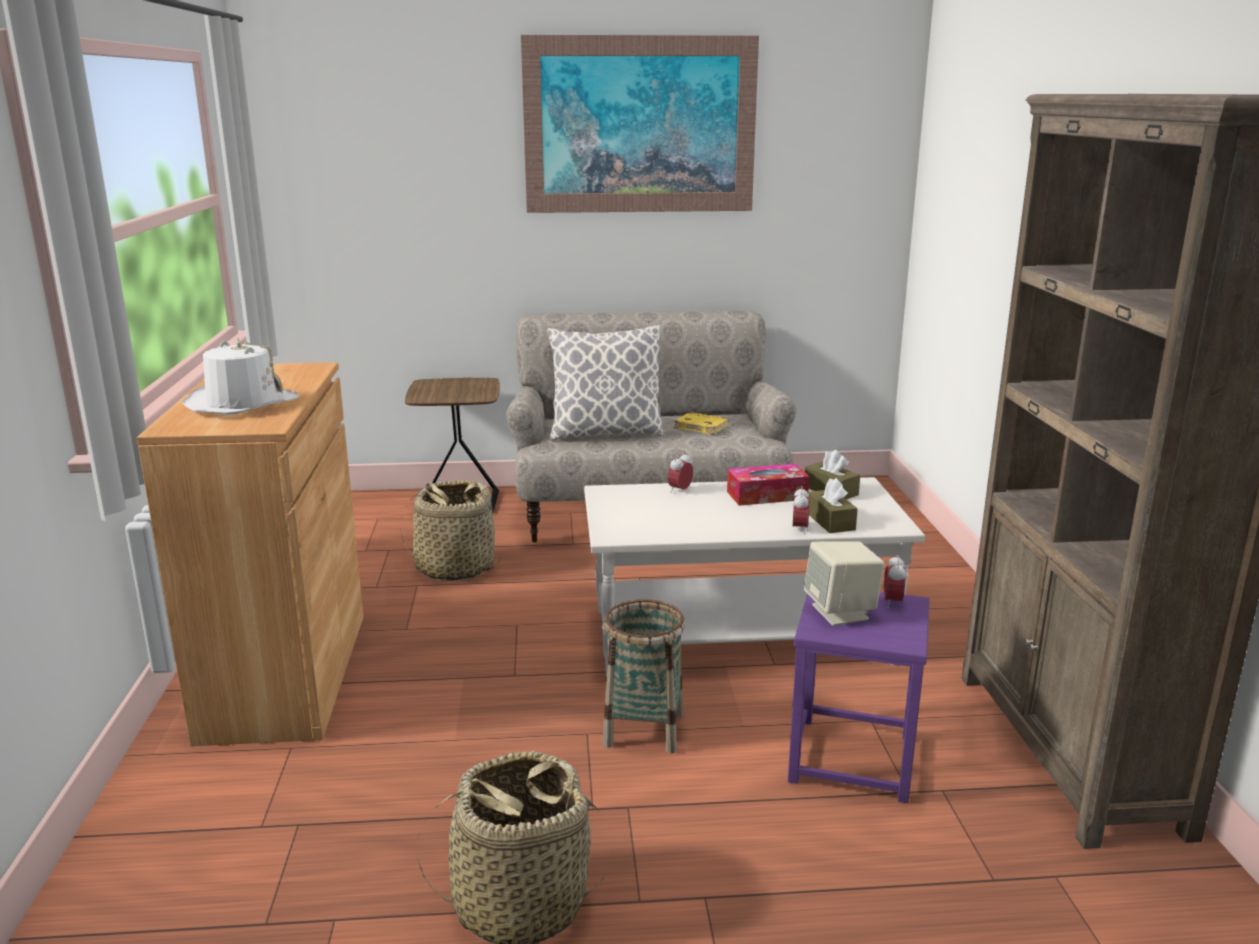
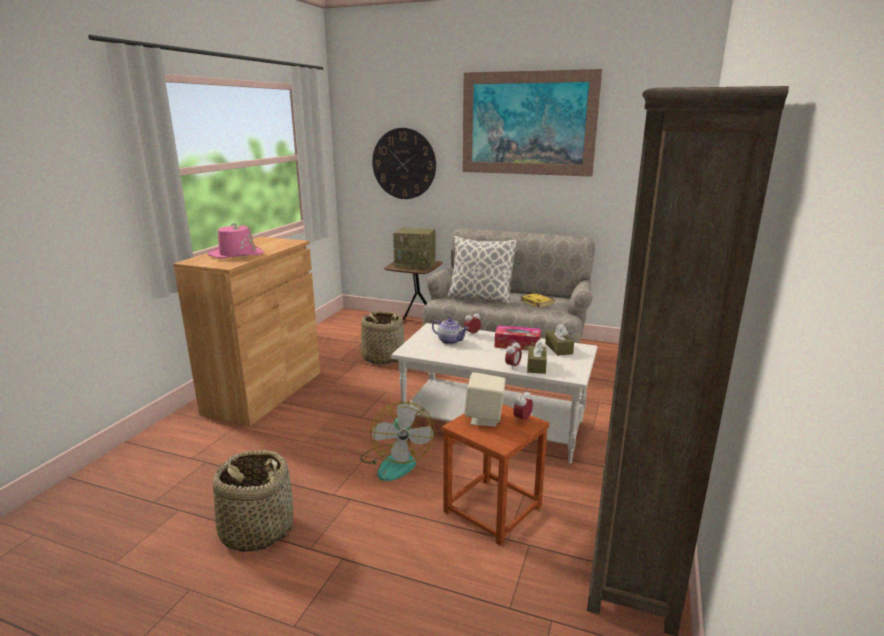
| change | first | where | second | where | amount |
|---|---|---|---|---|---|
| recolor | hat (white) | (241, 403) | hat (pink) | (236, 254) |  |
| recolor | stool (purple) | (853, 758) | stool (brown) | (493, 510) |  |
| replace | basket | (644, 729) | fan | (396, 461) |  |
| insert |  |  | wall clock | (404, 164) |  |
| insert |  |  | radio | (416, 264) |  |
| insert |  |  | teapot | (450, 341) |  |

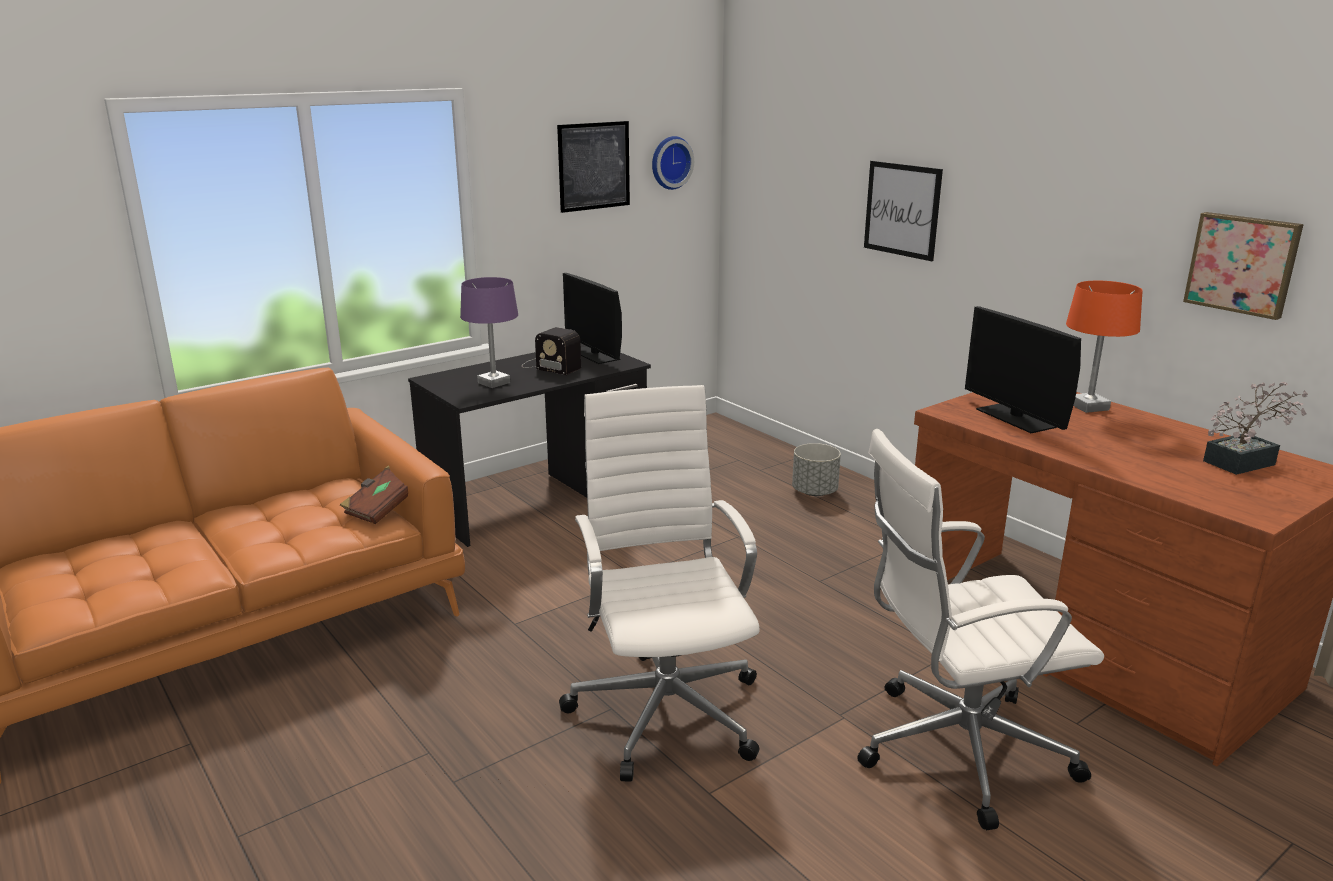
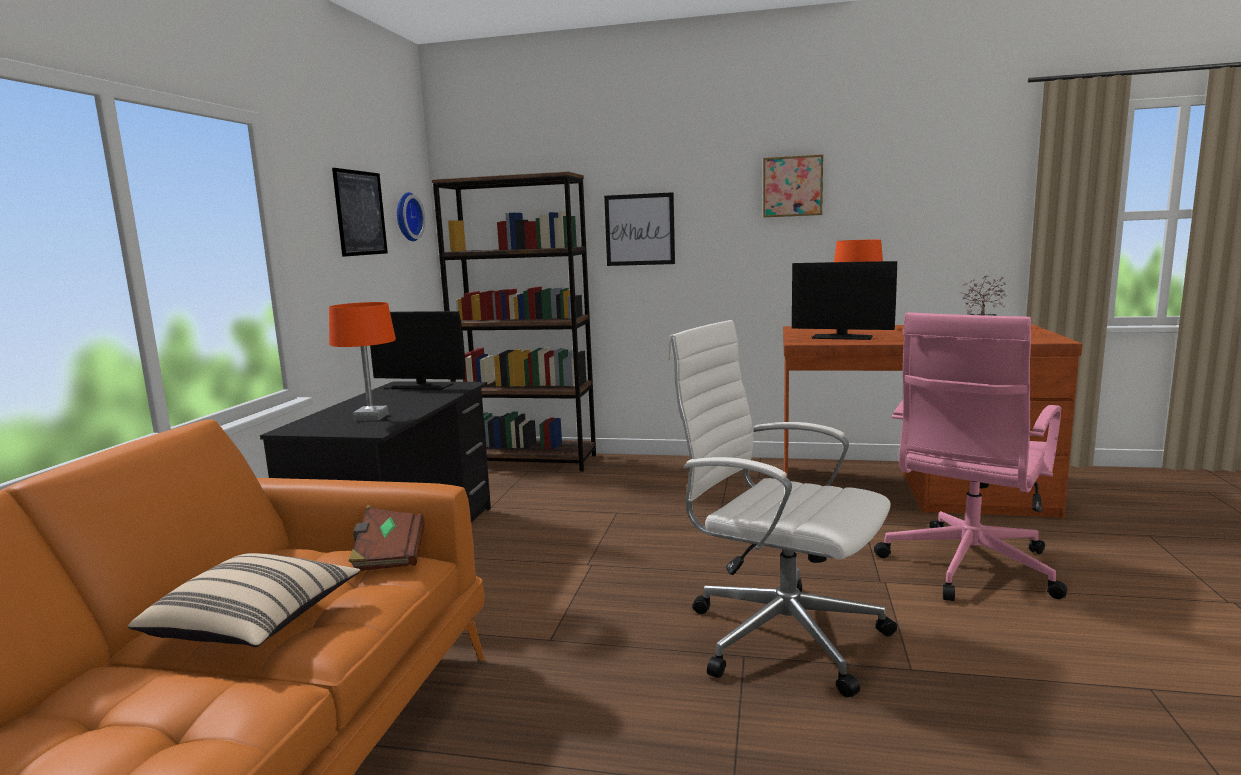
| change | first | where | second | where | amount |
|---|---|---|---|---|---|
| move | picture | (1243, 264) |  | (792, 186) |  |
| recolor | table lamp (purple) | (494, 383) | table lamp (orange) | (372, 417) |  |
| delete | radio | (549, 366) |  |  |  |
| recolor | office chair (white) | (956, 750) | office chair (pink) | (967, 568) |  |
| delete | planter (grey) | (815, 492) |  |  |  |
| insert |  |  | bookcase (brown) | (528, 461) |  |
| insert |  |  | pillow (beige) | (255, 626) |  |

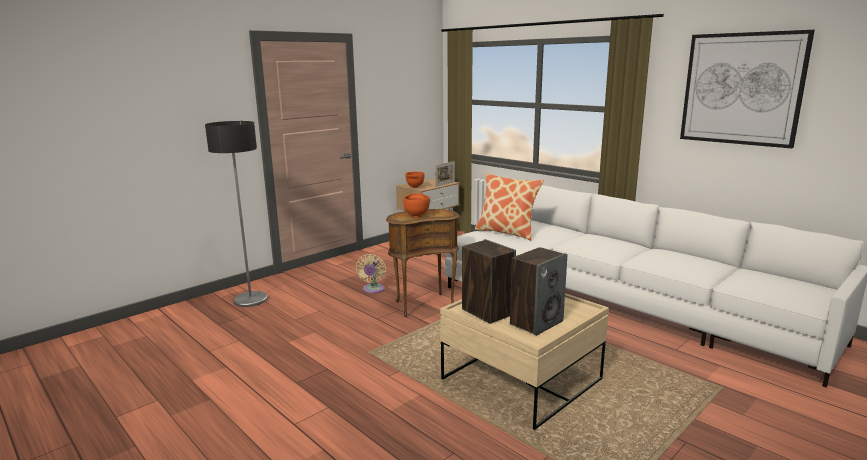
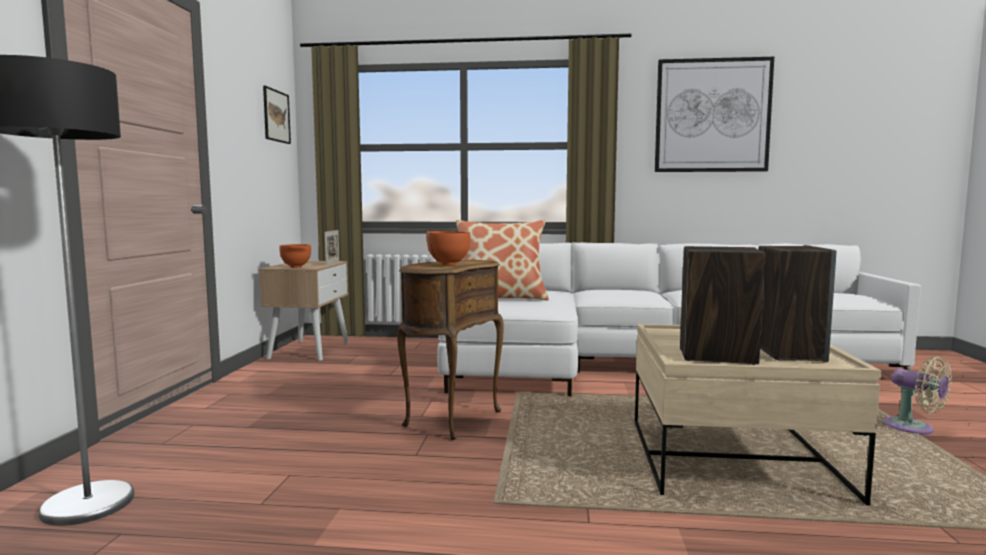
| change | first | where | second | where | amount |
|---|---|---|---|---|---|
| move | fan (beige) | (373, 290) |  | (913, 428) |  |
| insert |  |  | picture | (276, 116) |  |

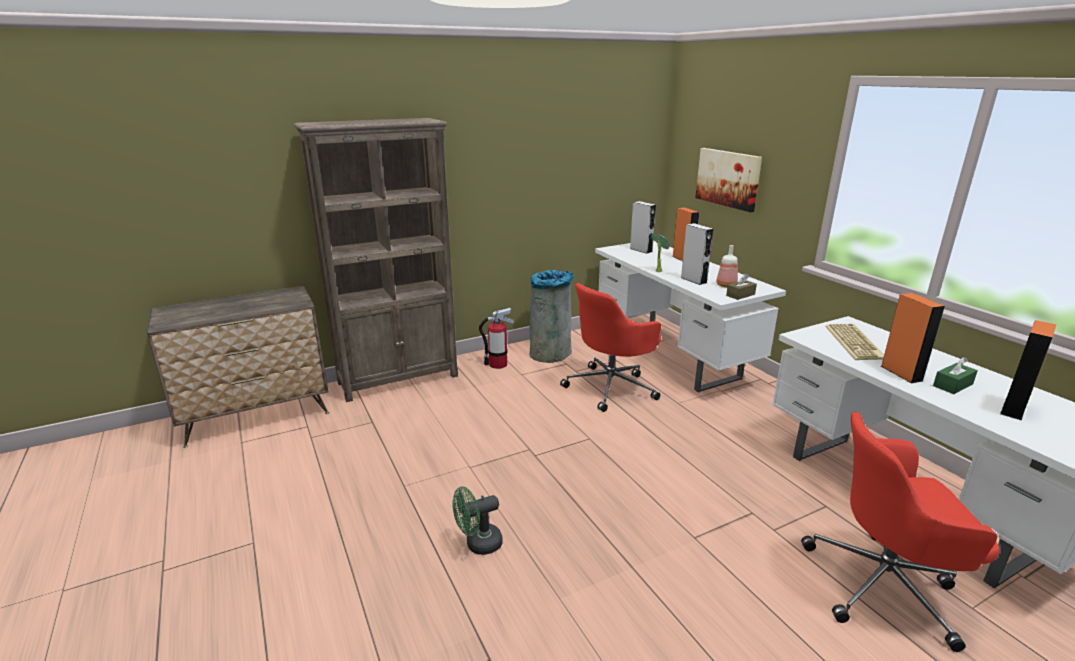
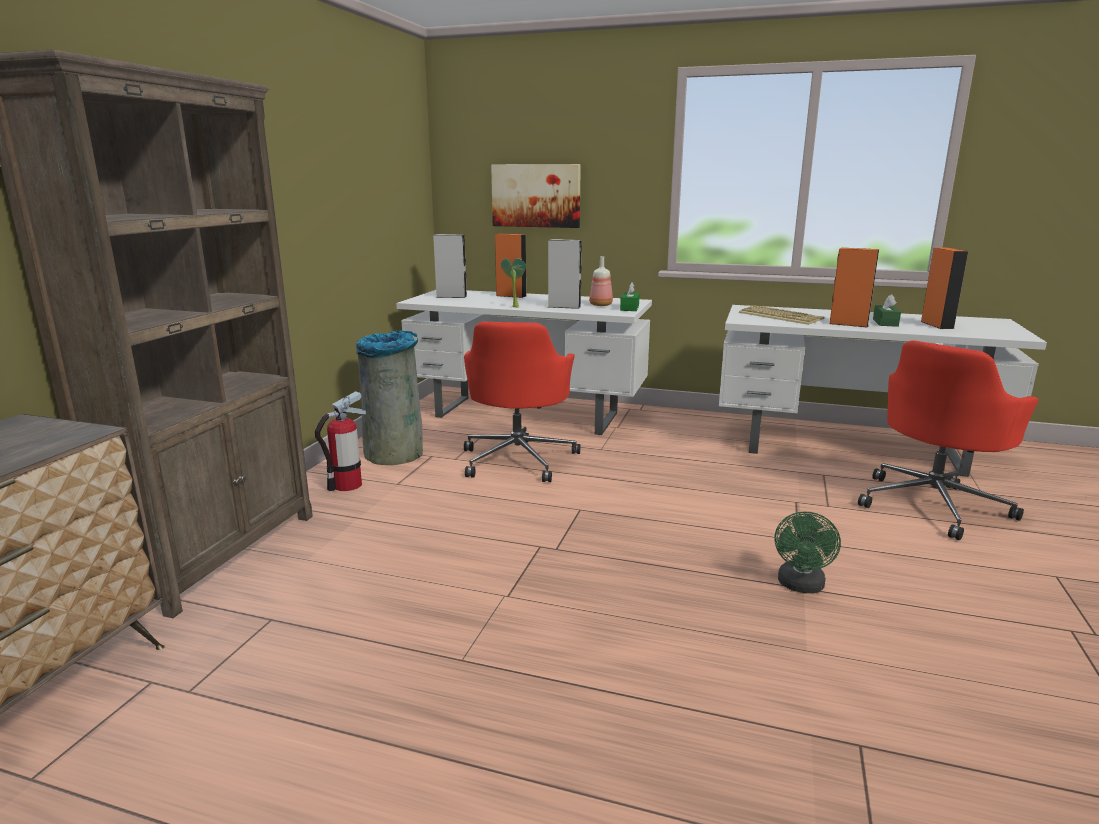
| change | first | where | second | where | amount |
|---|---|---|---|---|---|
| recolor | tissue box (brown) | (740, 295) | tissue box (green) | (629, 308) |  |
| move | fan (green) | (478, 544) |  | (801, 586) |  |

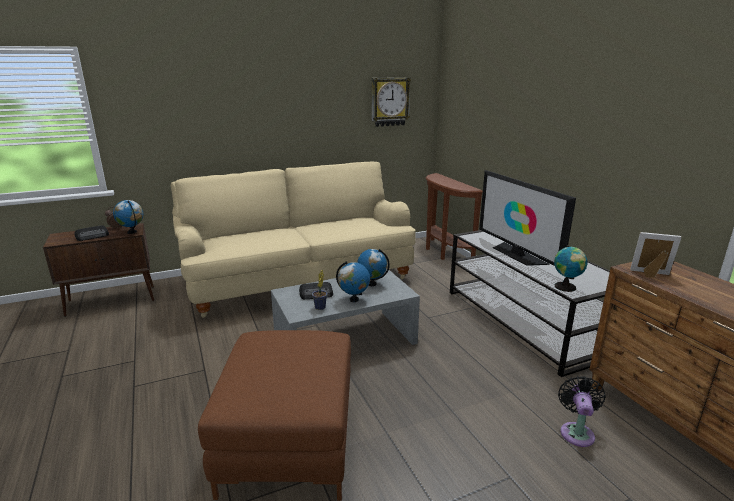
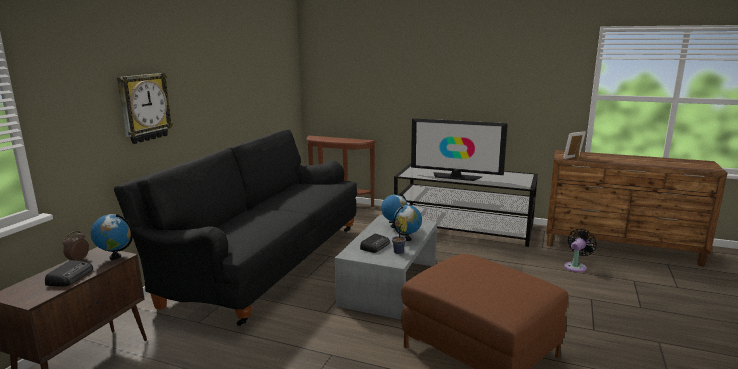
| change | first | where | second | where | amount |
|---|---|---|---|---|---|
| move | wall clock | (389, 102) |  | (144, 107) |  |
| recolor | sofa (beige) | (298, 279) | sofa (black) | (263, 262) |  |
| delete | globe | (566, 287) |  |  |  |
| rotate | fan (black) | (576, 432) |  | (576, 266) | 75 degrees clockwise |

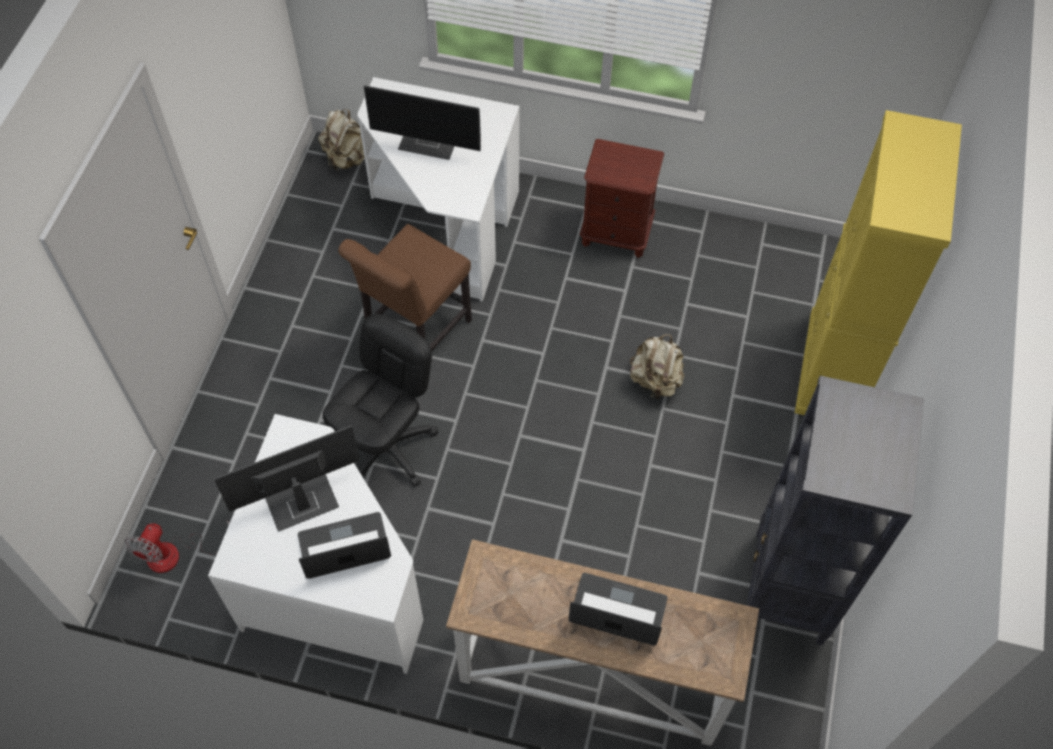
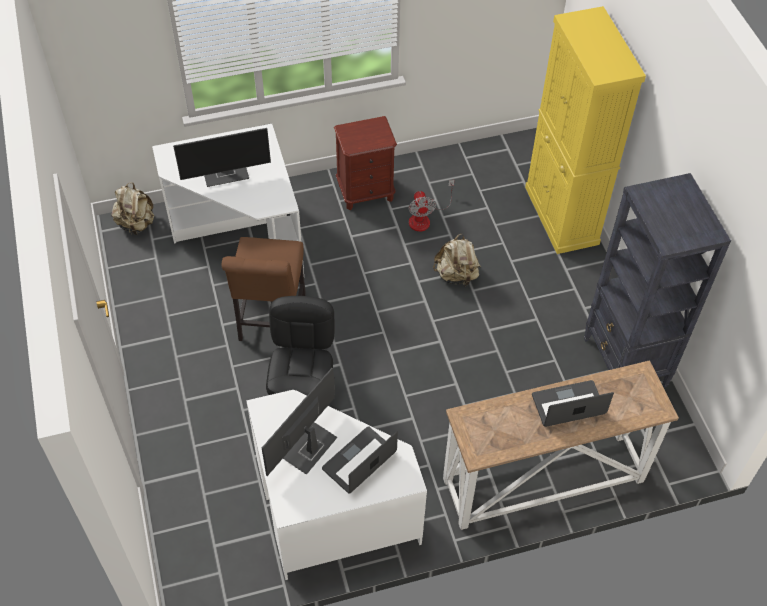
| change | first | where | second | where | amount |
|---|---|---|---|---|---|
| move | fan | (175, 554) |  | (425, 218) |  |

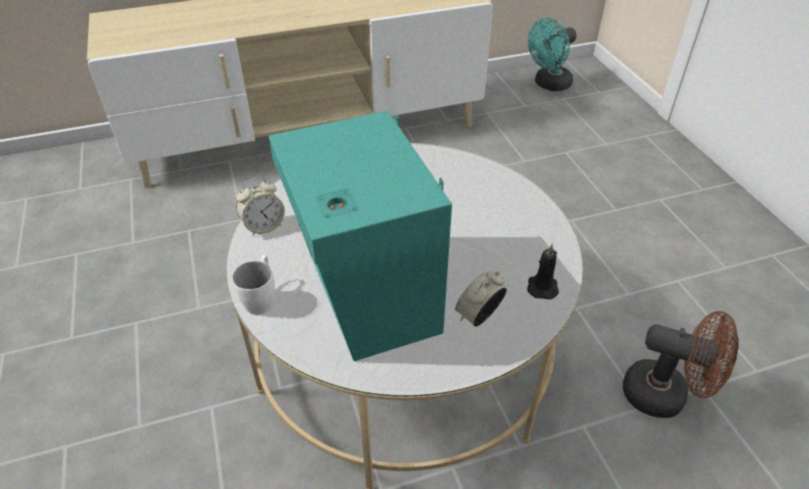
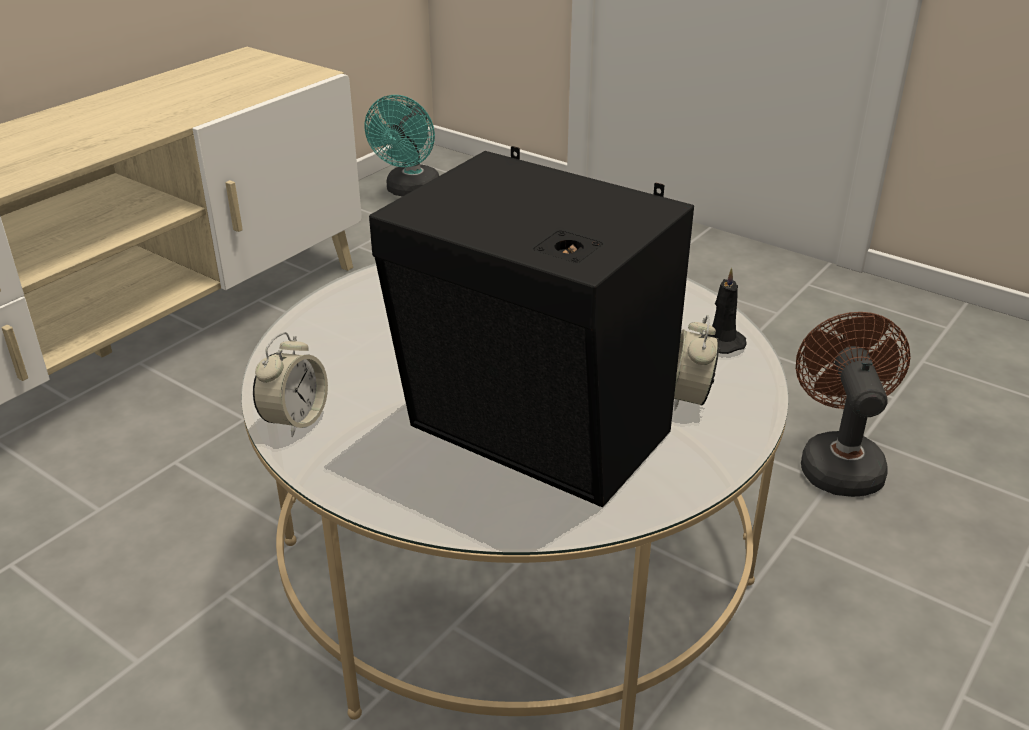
| change | first | where | second | where | amount |
|---|---|---|---|---|---|
| recolor | speaker (turquoise) | (366, 298) | speaker (black) | (536, 437) |  |
| delete | mug (white) | (261, 298) |  |  |  |
| rotate | fan (brown) | (665, 395) |  | (838, 462) | 75 degrees counterclockwise |

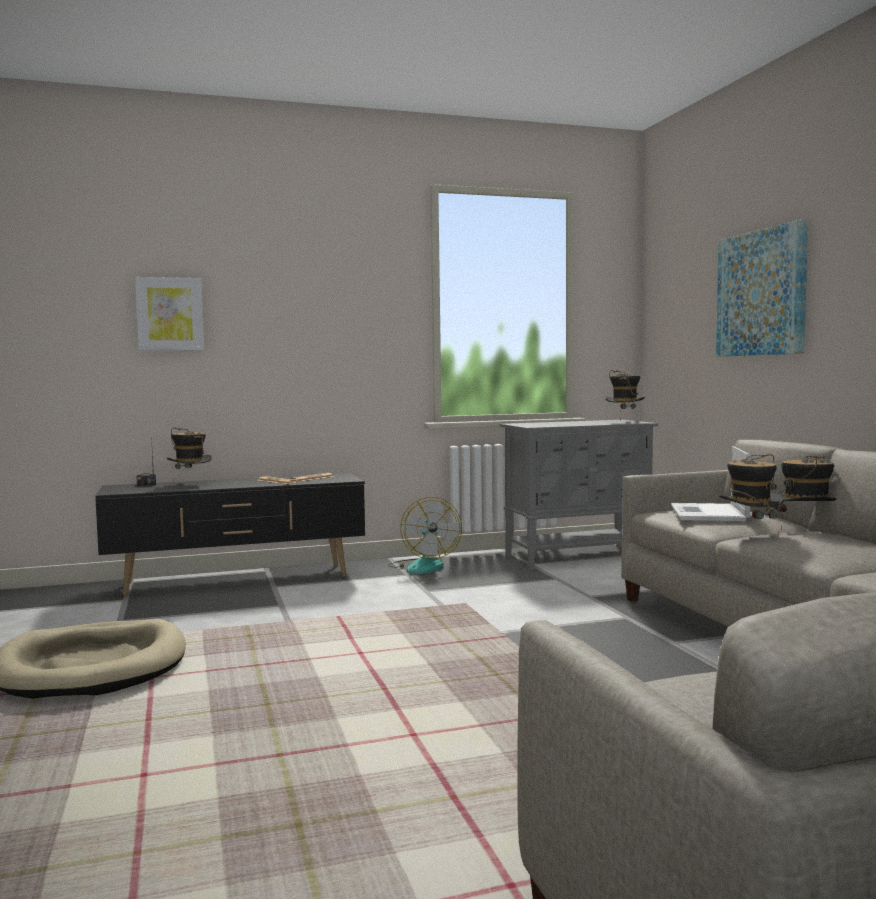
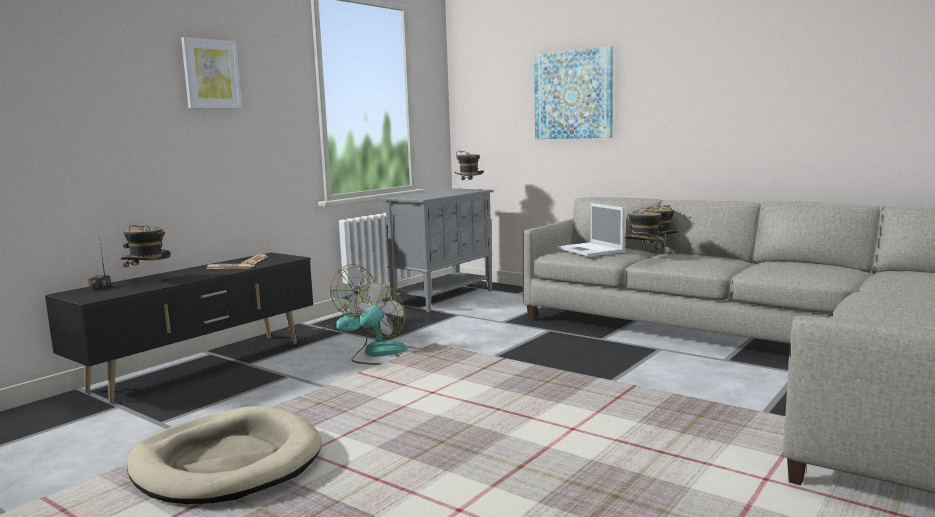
| change | first | where | second | where | amount |
|---|---|---|---|---|---|
| move | picture | (170, 314) |  | (211, 74) |  |
| insert |  |  | fan | (379, 354) |  |

